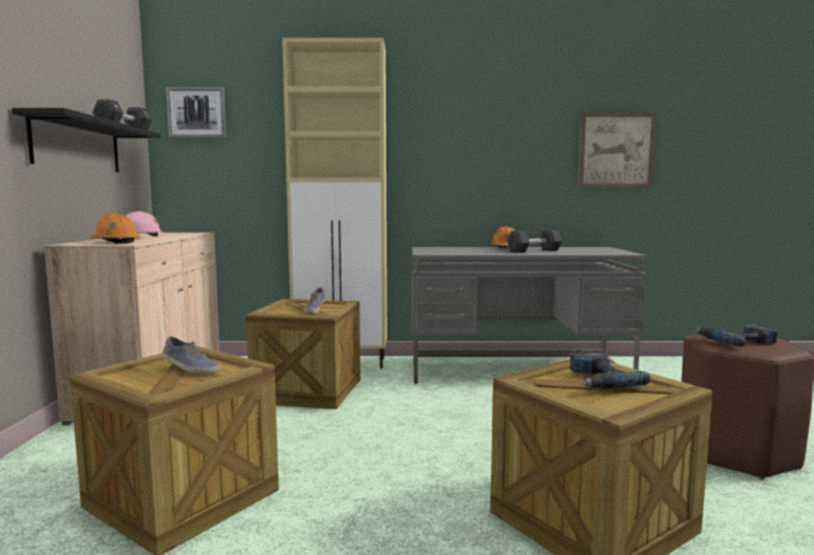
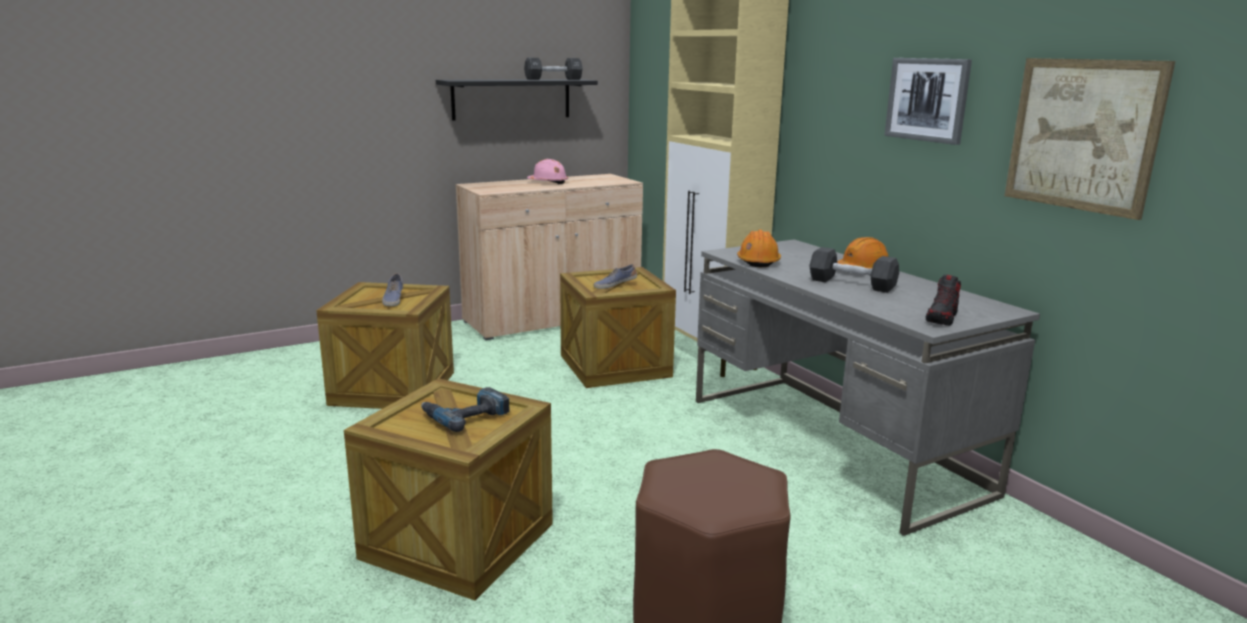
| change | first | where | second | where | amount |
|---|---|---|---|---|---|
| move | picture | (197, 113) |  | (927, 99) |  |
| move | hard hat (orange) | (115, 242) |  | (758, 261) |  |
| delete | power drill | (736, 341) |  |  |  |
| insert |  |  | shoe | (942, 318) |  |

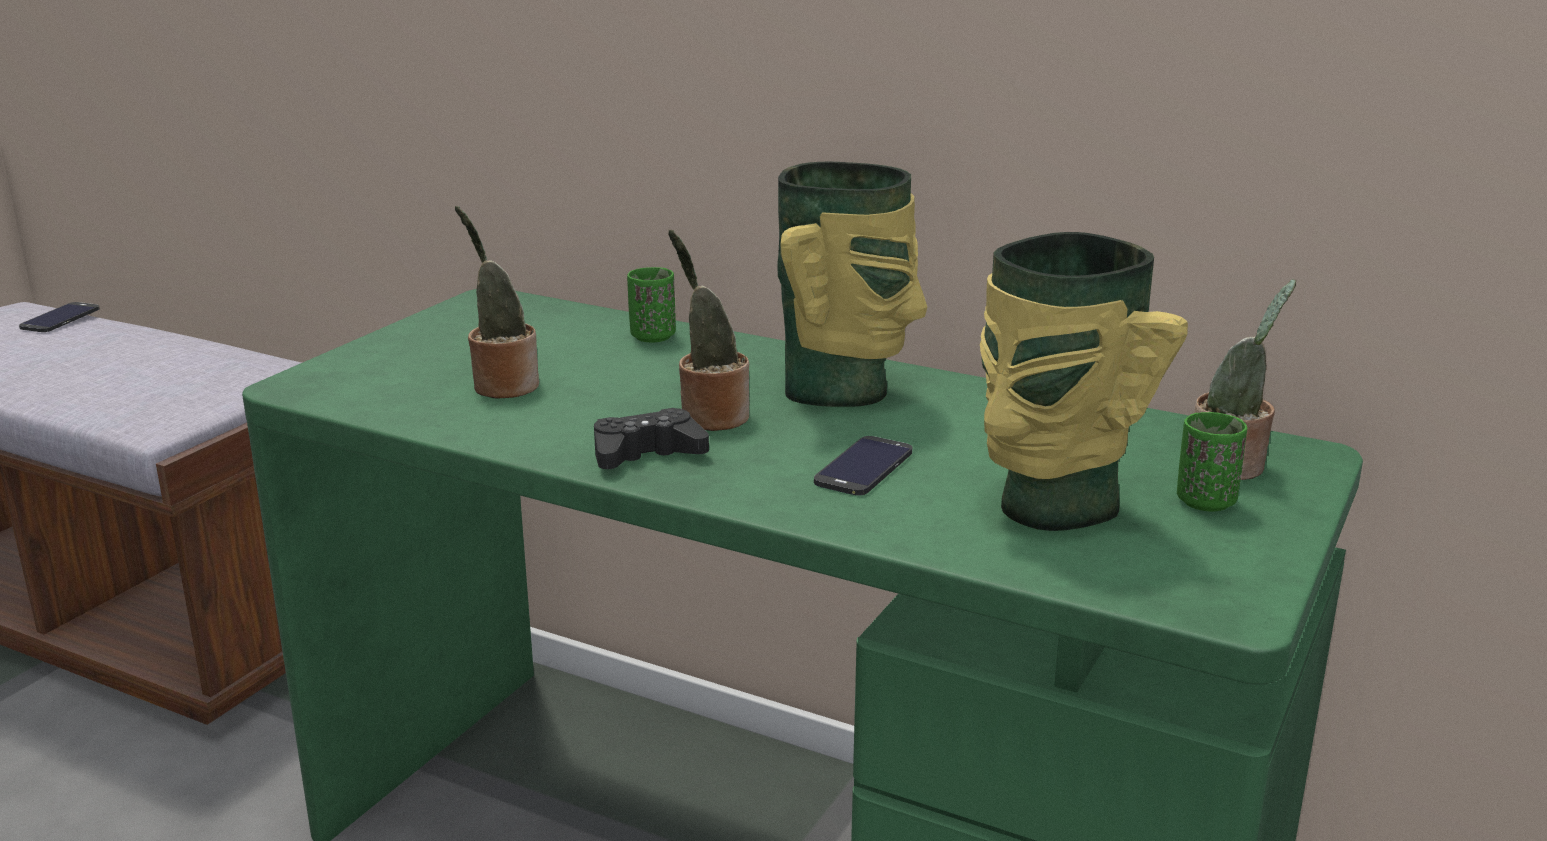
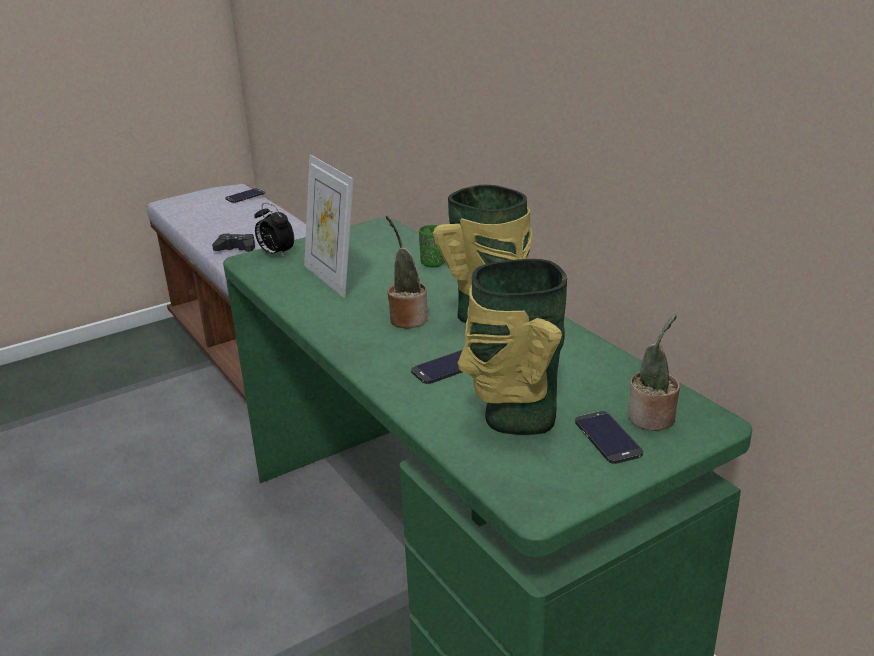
| change | first | where | second | where | amount |
|---|---|---|---|---|---|
| replace | potted plant | (502, 385) | picture frame | (332, 278) |  |
| move | game controller (black) | (646, 454) |  | (236, 248) |  |
| replace | cup (green) | (1205, 501) | phone | (607, 437) |  |
| insert |  |  | alarm clock | (276, 254) |  |

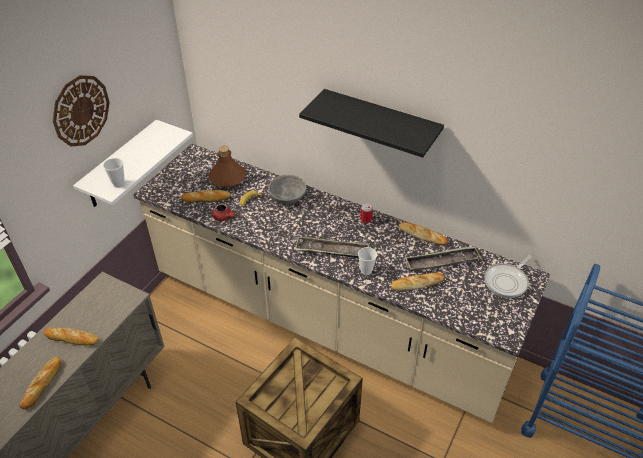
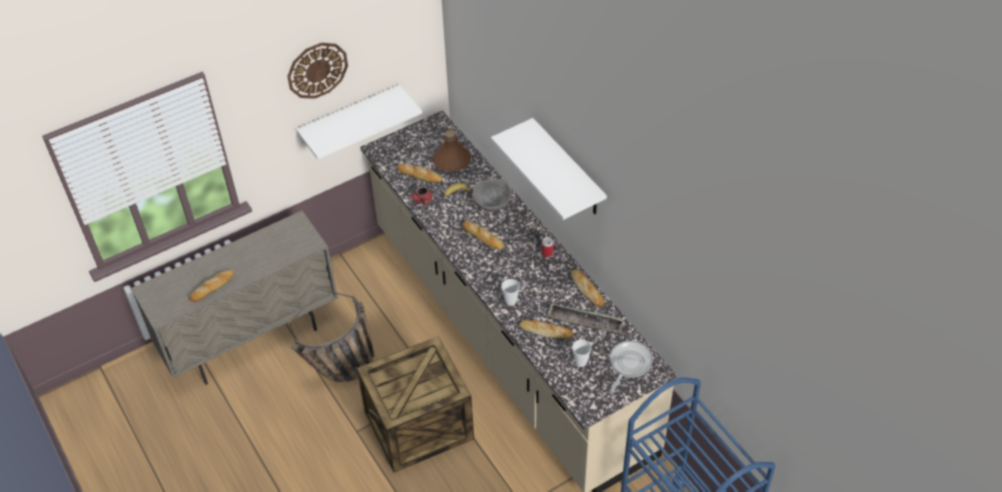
| change | first | where | second | where | amount |
|---|---|---|---|---|---|
| recolor | shelf (black) | (380, 123) | shelf (white) | (568, 169) |  |
| move | cup | (118, 184) |  | (581, 362) |  |
| delete | tray | (332, 251) |  |  |  |
| rotate | frying pan | (507, 281) |  | (629, 364) | 135 degrees clockwise |
| move | bread | (72, 338) |  | (483, 237) |  |
| insert |  |  | basket | (340, 372) |  |

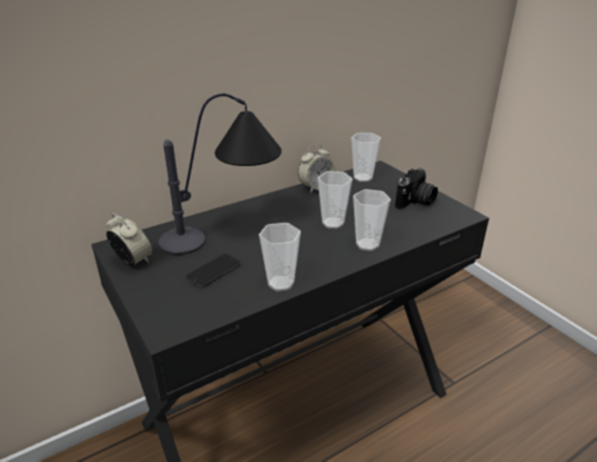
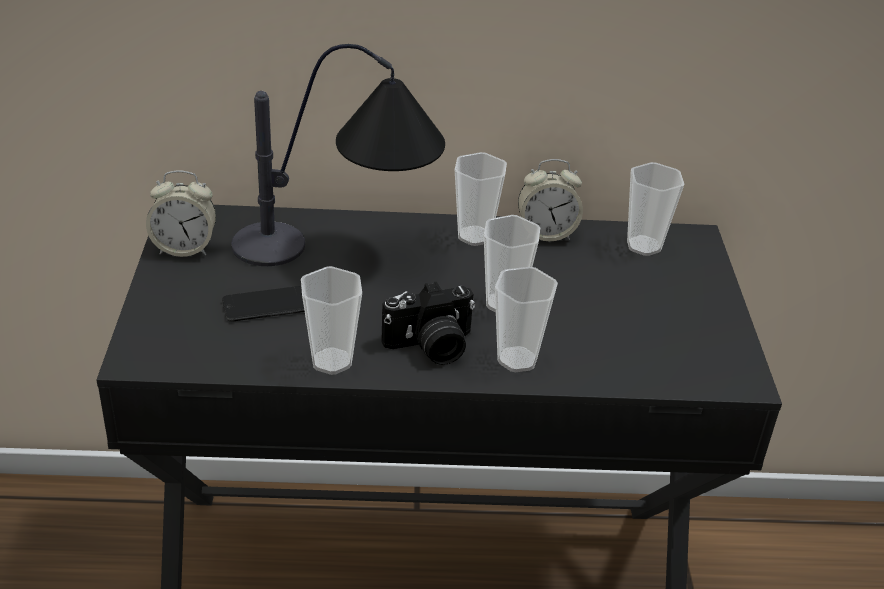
| change | first | where | second | where | amount |
|---|---|---|---|---|---|
| move | photo camera | (416, 202) |  | (431, 347) |  |
| rotate | alarm clock | (133, 261) |  | (184, 248) | 105 degrees clockwise |
| insert |  |  | cup | (475, 236) |  |

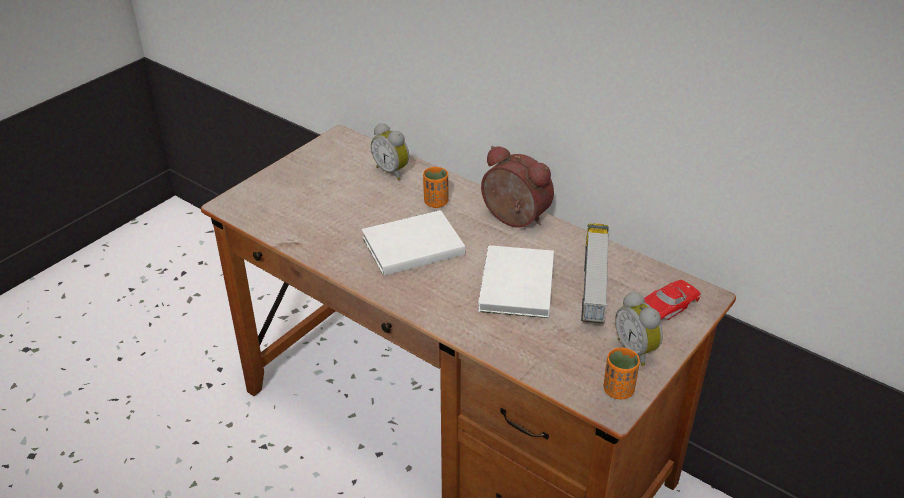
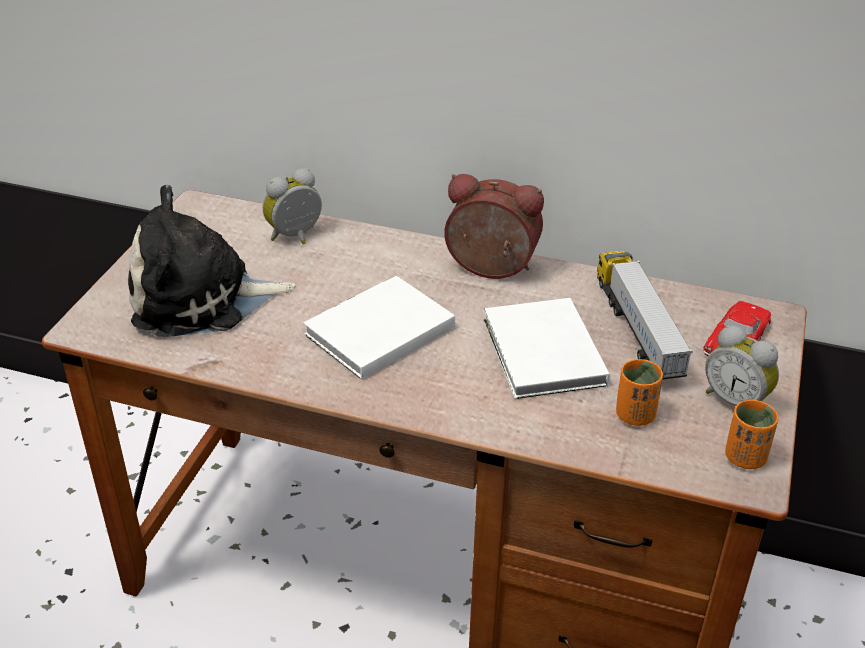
| change | first | where | second | where | amount |
|---|---|---|---|---|---|
| rotate | alarm clock | (392, 171) |  | (296, 237) | 120 degrees clockwise |
| move | cup (orange) | (436, 202) |  | (635, 415) |  |
| insert |  |  | plush toy | (201, 298) |  |

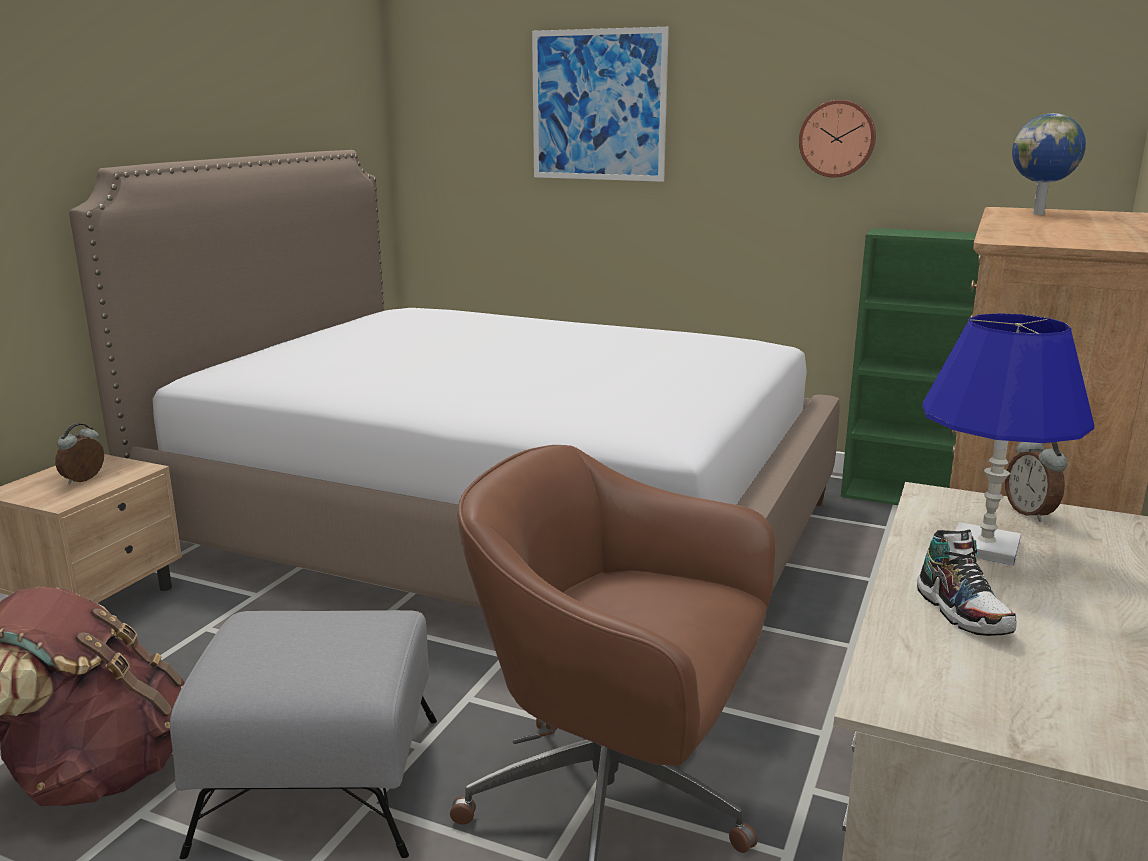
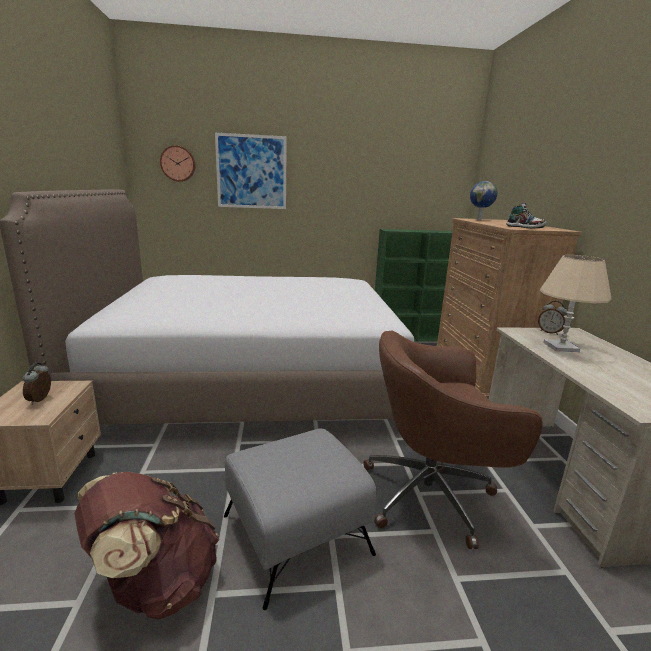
| change | first | where | second | where | amount |
|---|---|---|---|---|---|
| move | wall clock | (837, 138) |  | (178, 163) |  |
| recolor | table lamp (blue) | (984, 547) | table lamp (beige) | (561, 347) |  |
| move | shoe | (963, 612) |  | (525, 227) |  |

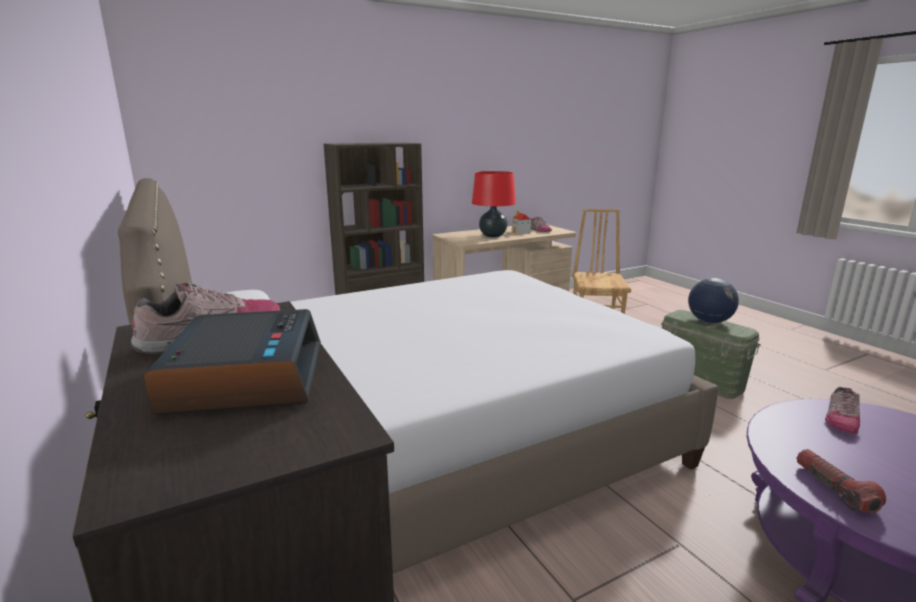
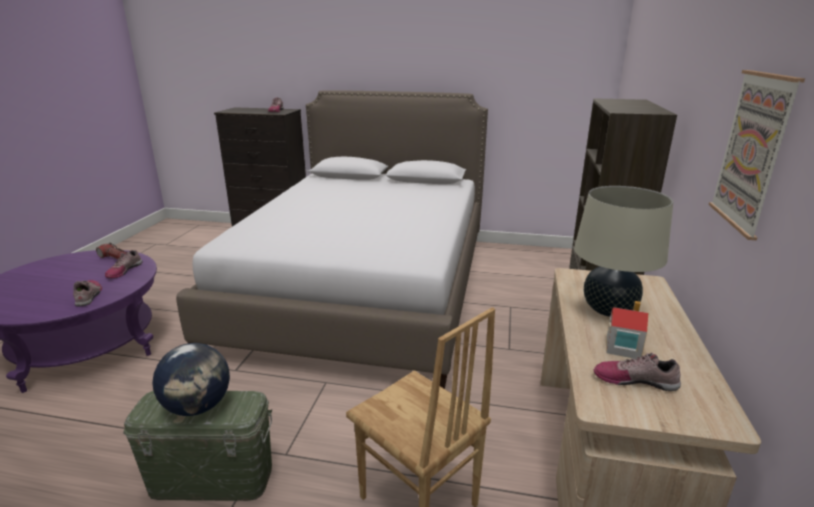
| change | first | where | second | where | amount |
|---|---|---|---|---|---|
| recolor | table lamp (red) | (493, 236) | table lamp (beige) | (608, 310) |  |
| delete | alarm clock | (246, 376) |  |  |  |
| insert |  |  | picture | (753, 151) |  |
| insert |  |  | shoe | (124, 270) |  |

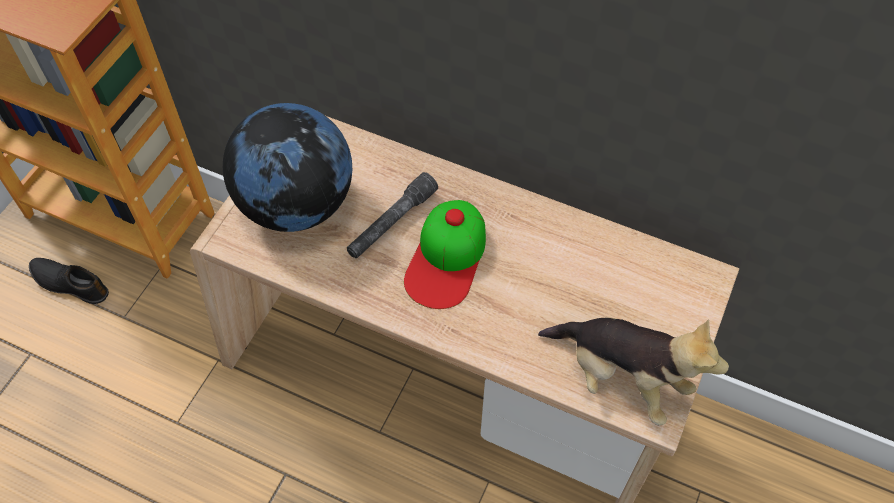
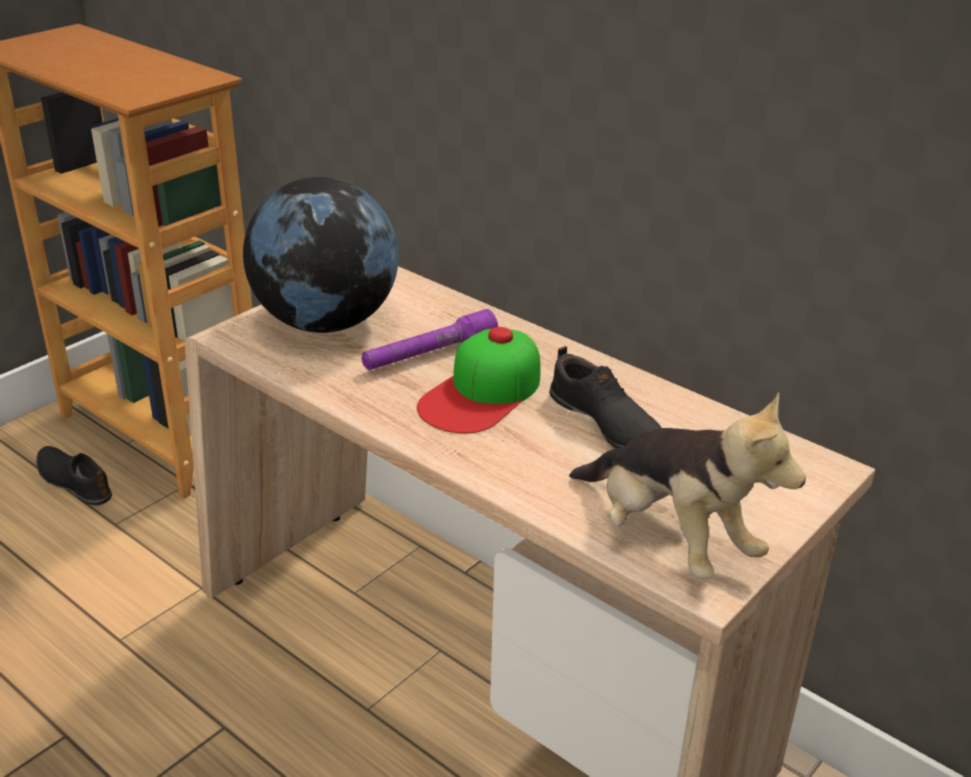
| change | first | where | second | where | amount |
|---|---|---|---|---|---|
| recolor | flashlight (grey) | (391, 223) | flashlight (purple) | (429, 354) |  |
| insert |  |  | shoe (black) | (605, 424) |  |

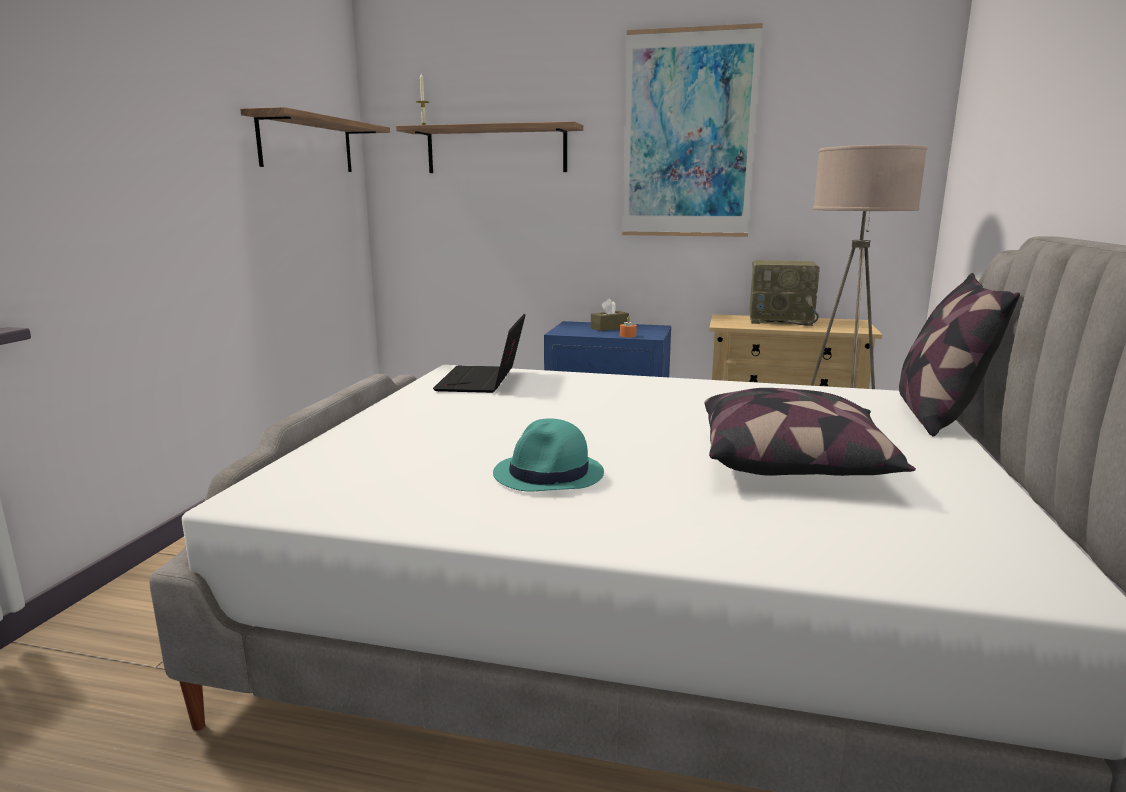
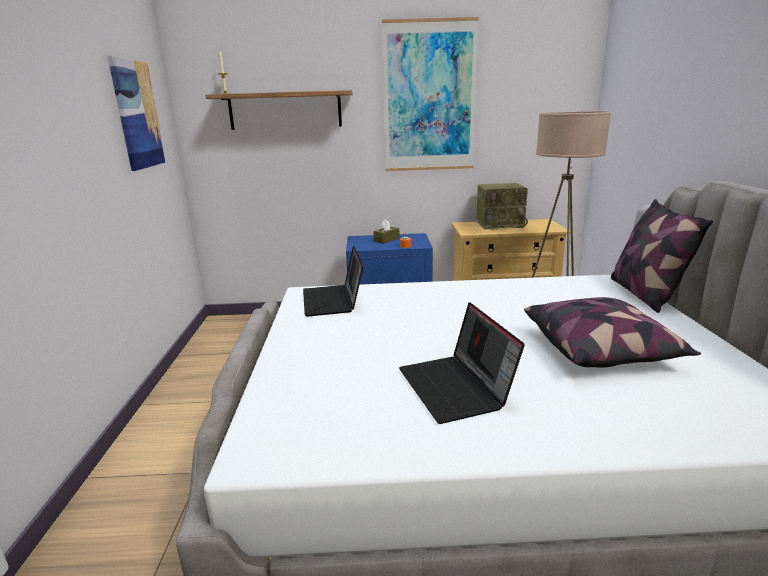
| change | first | where | second | where | amount |
|---|---|---|---|---|---|
| replace | shelf | (307, 144) | picture | (137, 115) |  |
| replace | hat (turquoise) | (549, 474) | laptop | (457, 388) |  |

